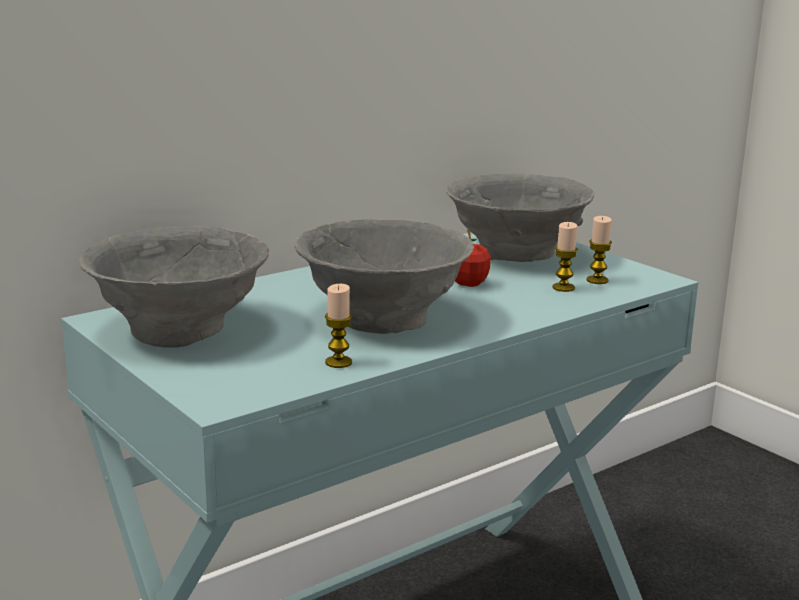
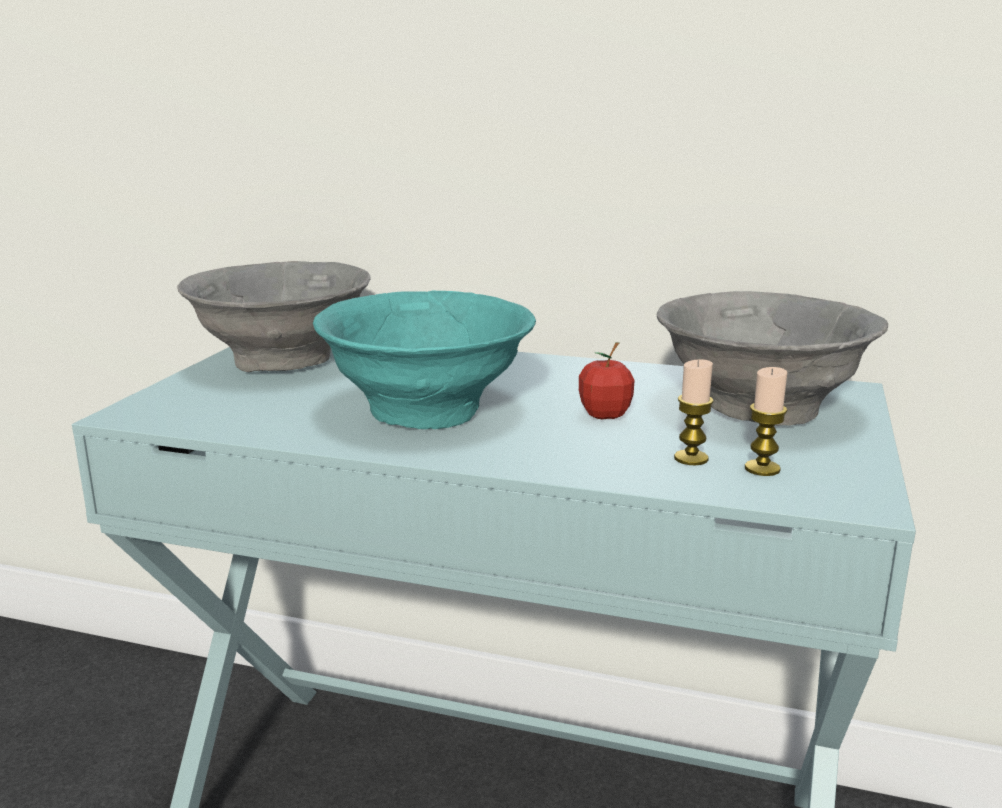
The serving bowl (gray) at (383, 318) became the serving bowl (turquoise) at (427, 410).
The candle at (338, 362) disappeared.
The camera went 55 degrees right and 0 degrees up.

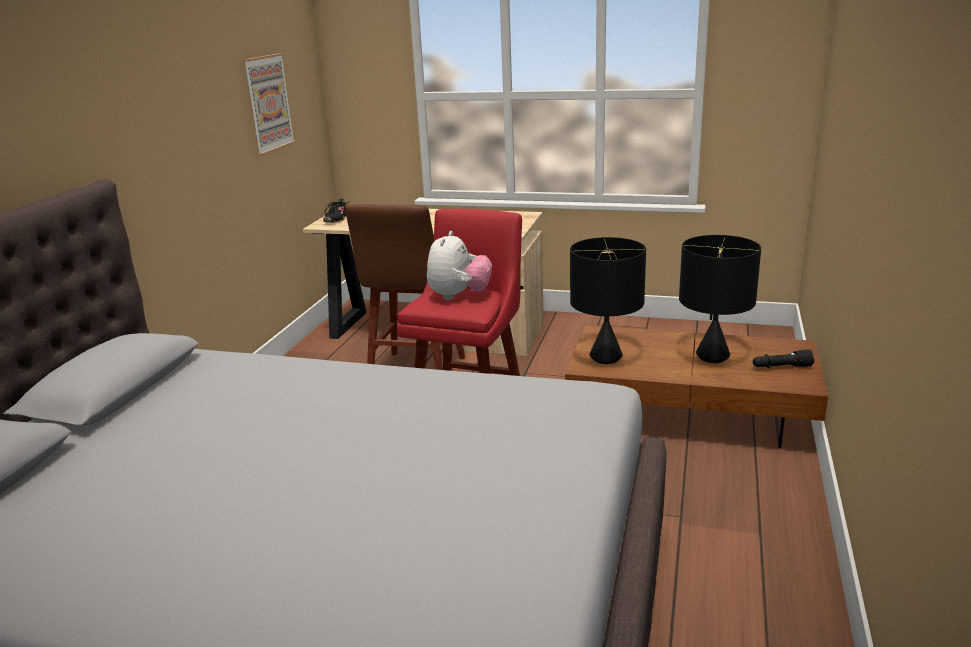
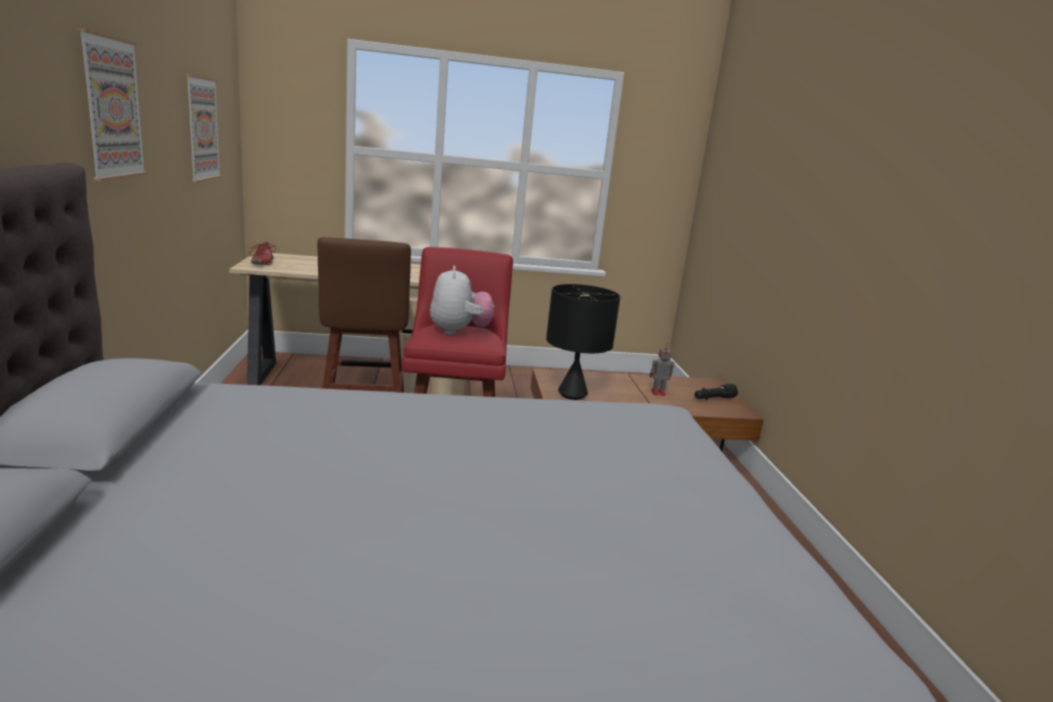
The low shoe (blackish) at (336, 219) became the low shoe (red-coloured) at (262, 262).
The table lamp (blackish) at (712, 357) was replaced by the model robot at (657, 392).
The wall art at (112, 108) appeared.
The camera went 25 degrees left and 5 degrees down.

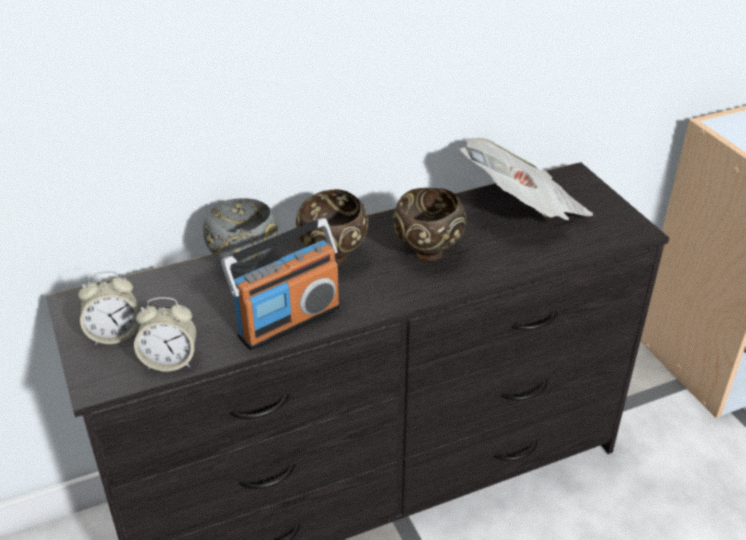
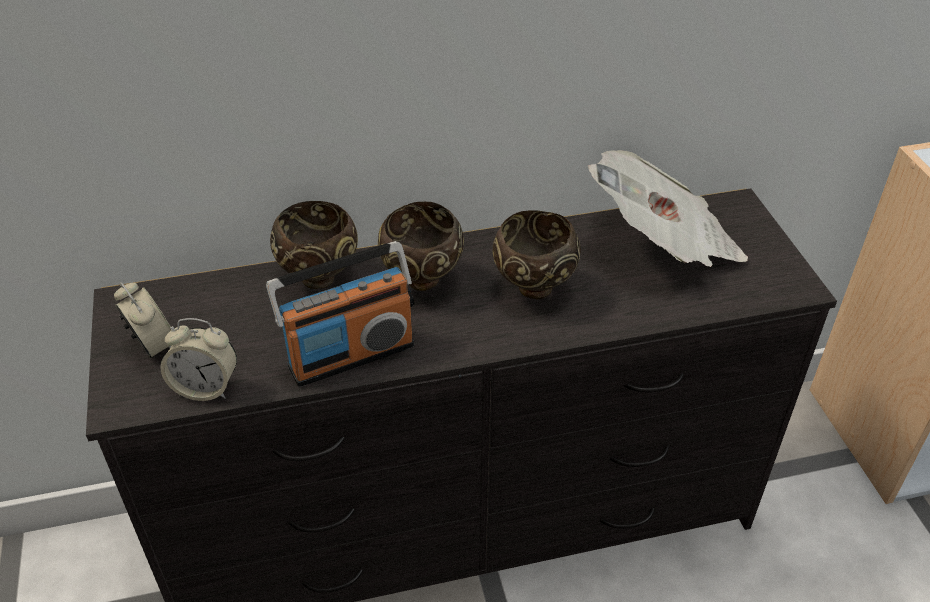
The serving bowl (gray) at (245, 265) became the serving bowl (brown) at (320, 278).
The table clock at (114, 334) turned 120 degrees counterclockwise.
The camera went 10 degrees right and 5 degrees up.

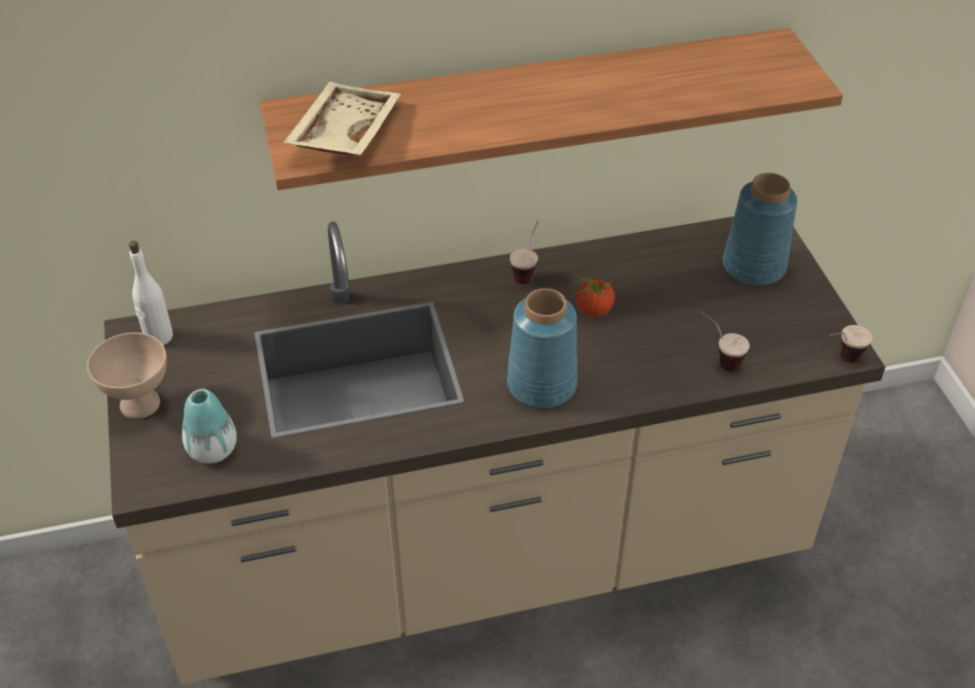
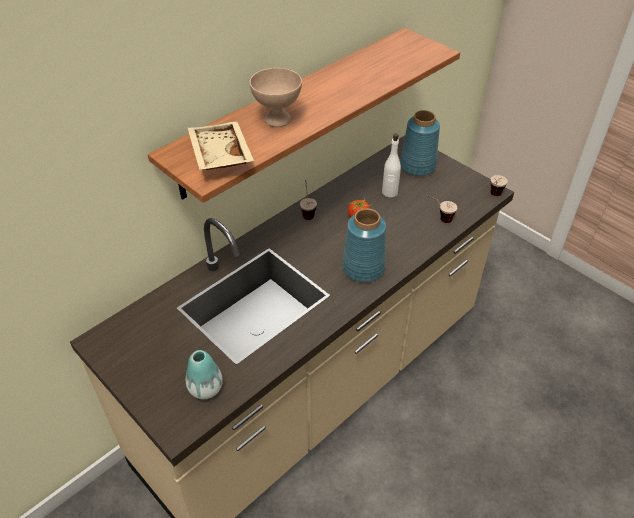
The bottle (whitish) moved from (158, 337) to (389, 192).
The serving bowl (beige-coloured) moved from (141, 404) to (278, 119).
The camera went 30 degrees left and 0 degrees up.

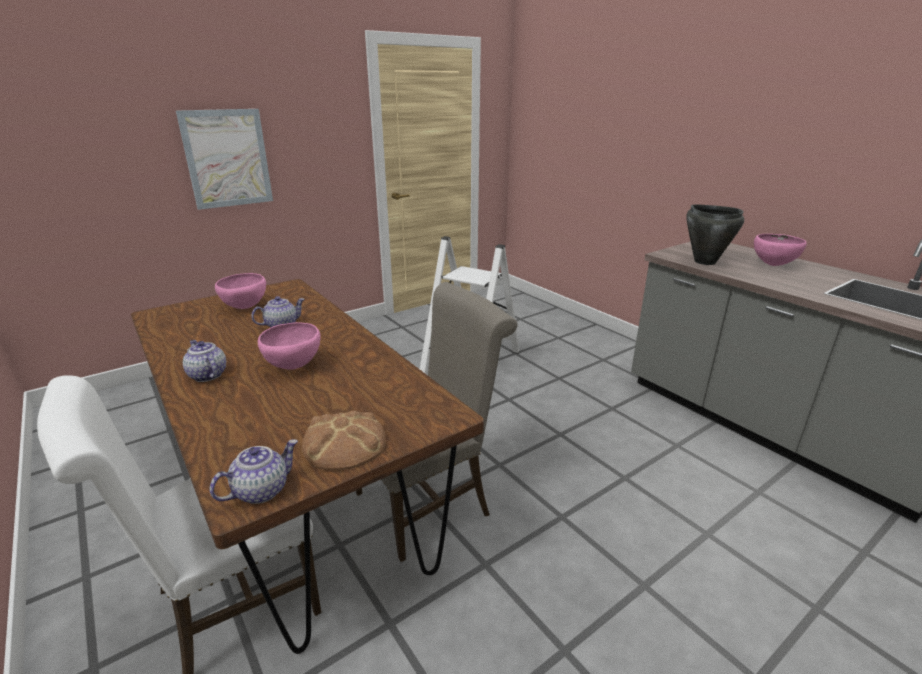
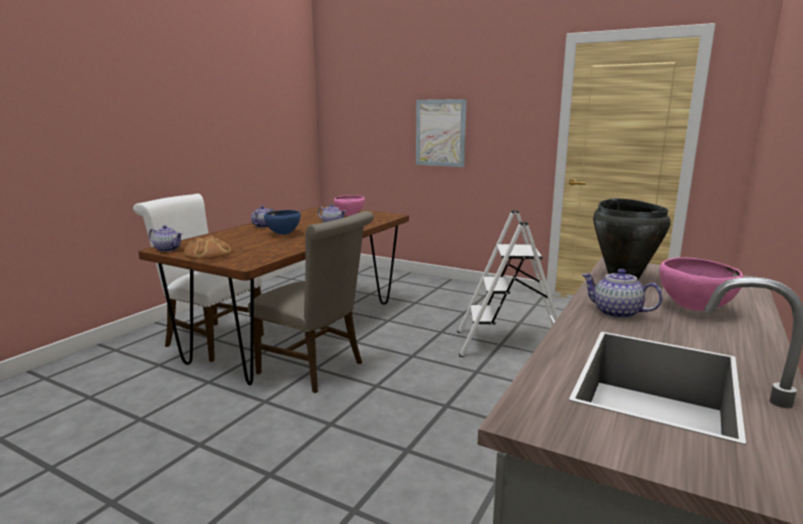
The serving bowl (pinkish) at (294, 366) became the serving bowl (bluish) at (283, 234).
The pot for tea at (616, 313) appeared.
The camera went 65 degrees right and 10 degrees down.

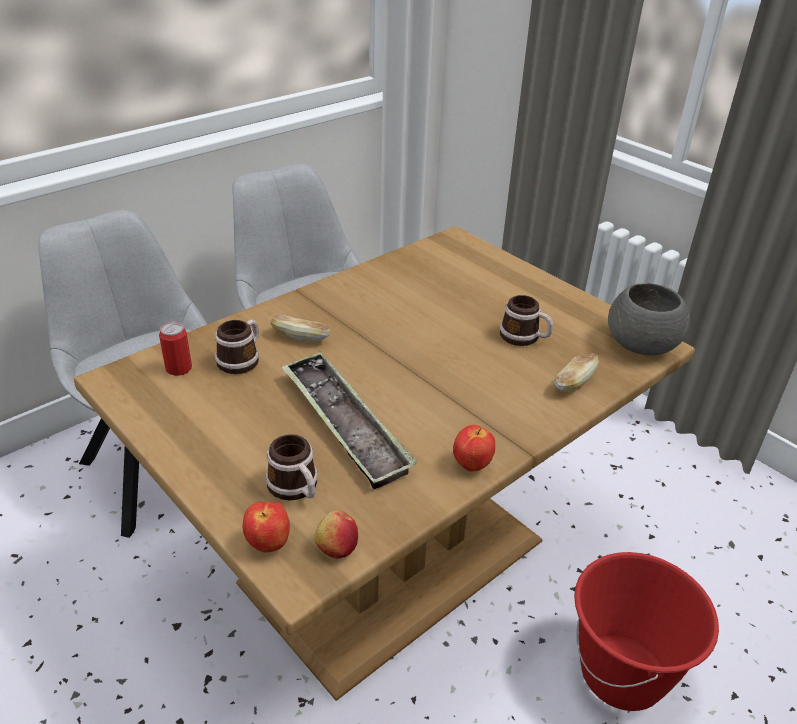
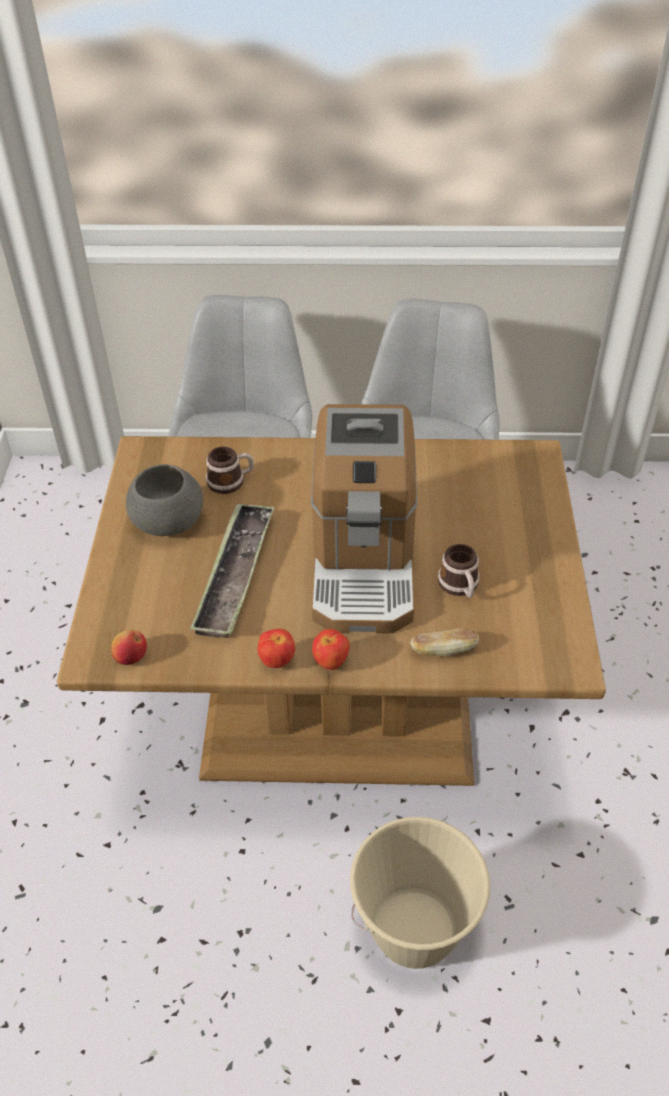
The serving bowl (gray) moved from (641, 345) to (166, 522).
The bread at (300, 337) disappeared.
The can at (179, 368) disappeared.
The tea mug at (296, 488) disappeared.
The whole apple moved from (269, 544) to (331, 662).
The pail (red-coloured) at (622, 674) became the pail (beige-coloured) at (415, 929).
The coffee maker at (363, 563) appeared.
The camera went 45 degrees right and 10 degrees up.

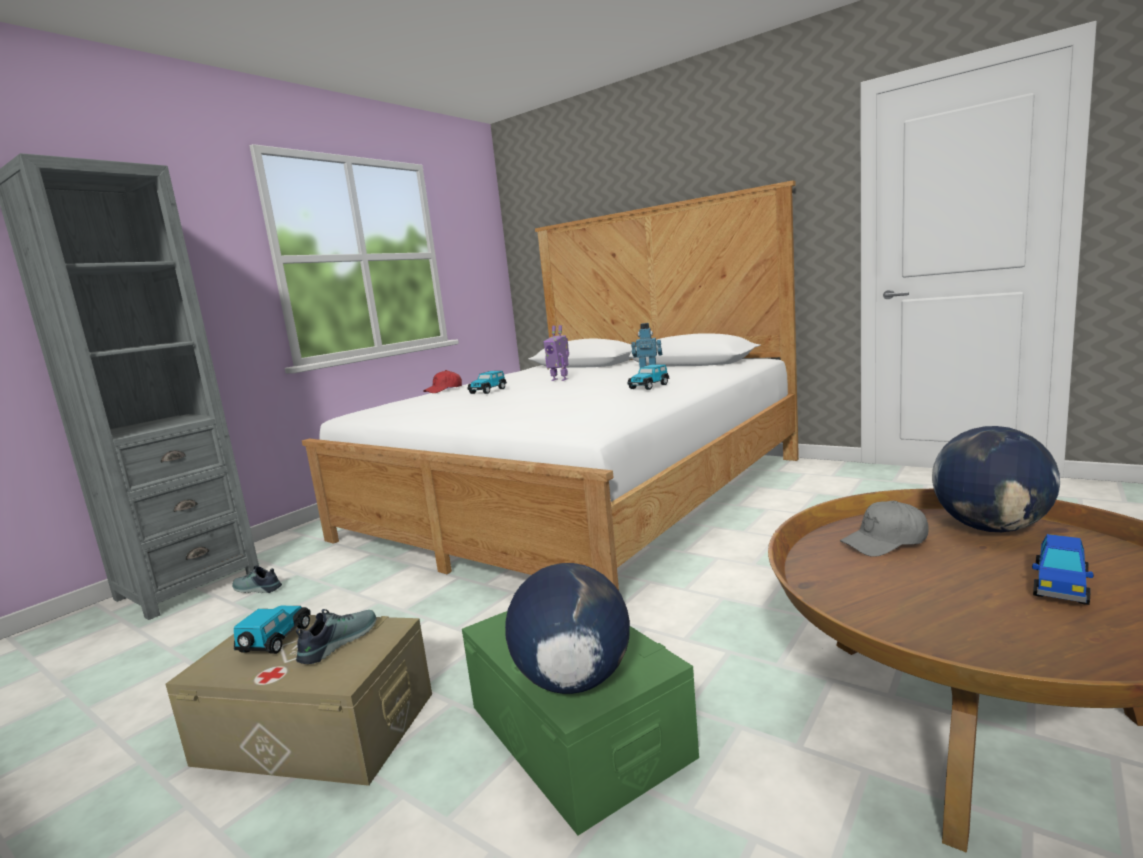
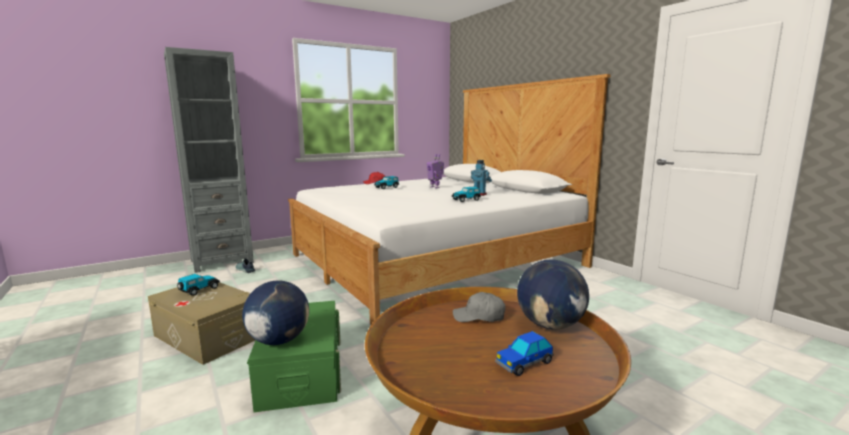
The low shoe at (337, 642) disappeared.
The camera went 20 degrees right and 0 degrees up.

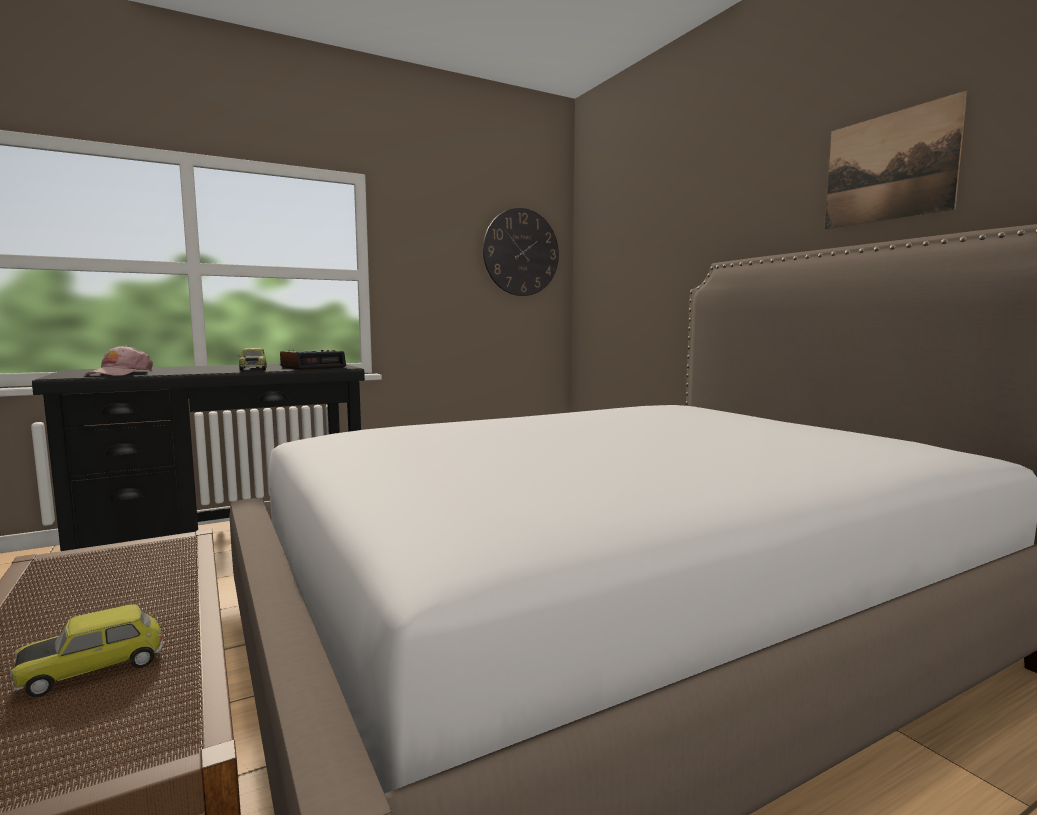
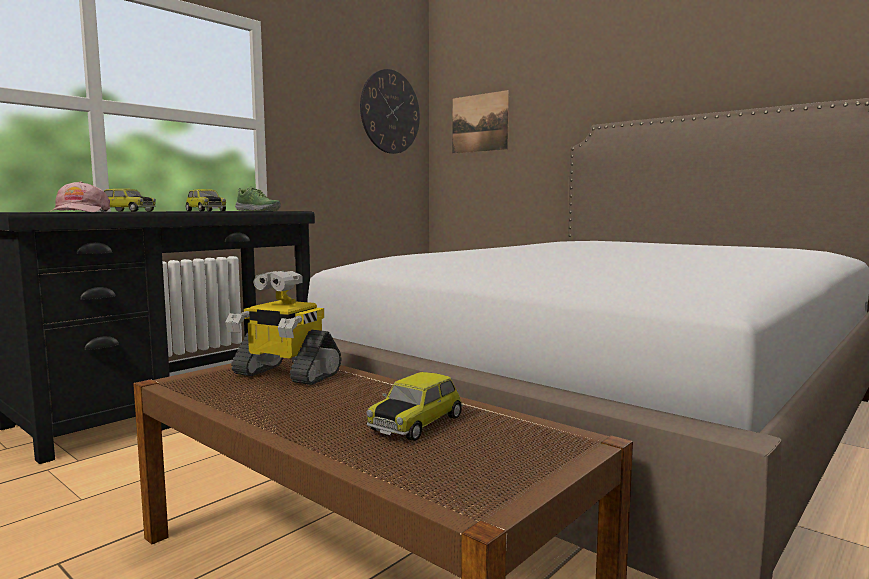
The wall art moved from (889, 167) to (480, 123).
The table clock at (313, 367) was replaced by the low shoe at (258, 211).
The miniature car at (126, 211) appeared.
The model robot at (285, 374) appeared.
The camera went 20 degrees left and 0 degrees up.

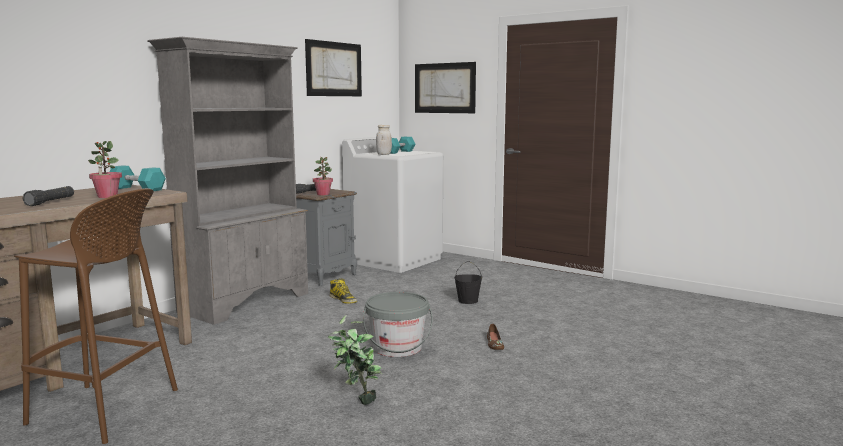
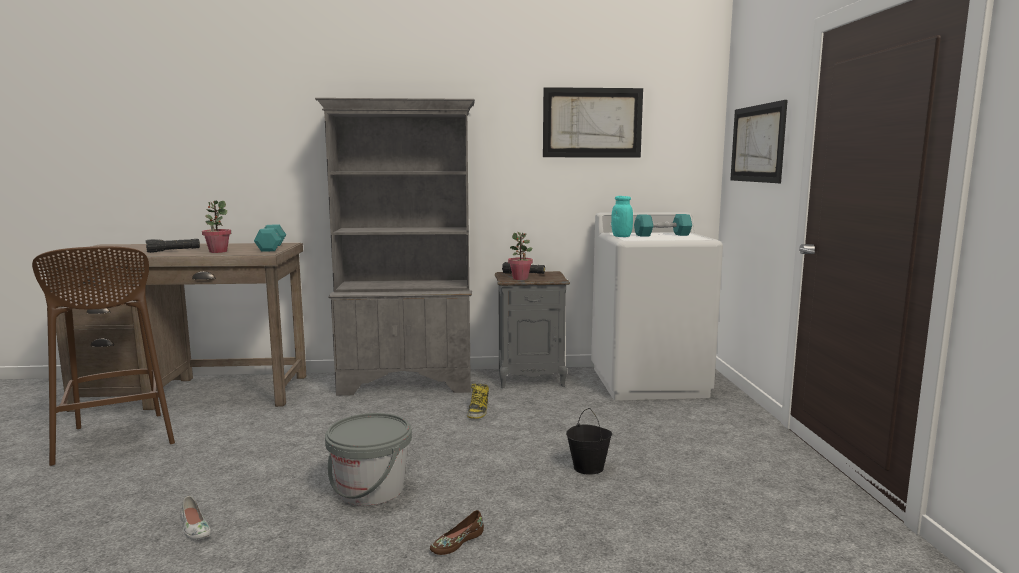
The jar (whitish) at (384, 154) became the jar (turquoise) at (621, 236).
The potted plant at (357, 402) was replaced by the low shoe (whitish) at (194, 528).
The camera went 50 degrees right and 0 degrees up.

